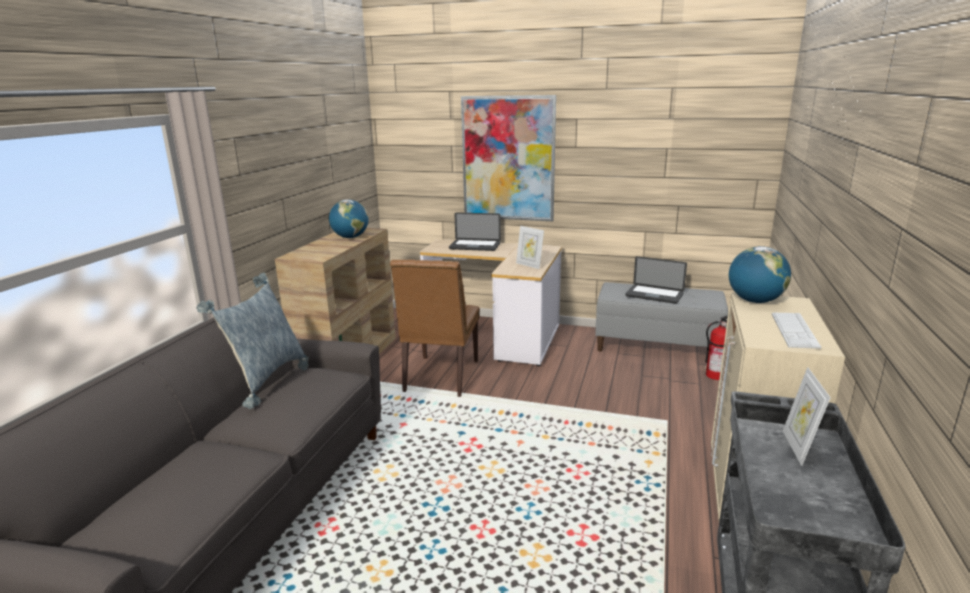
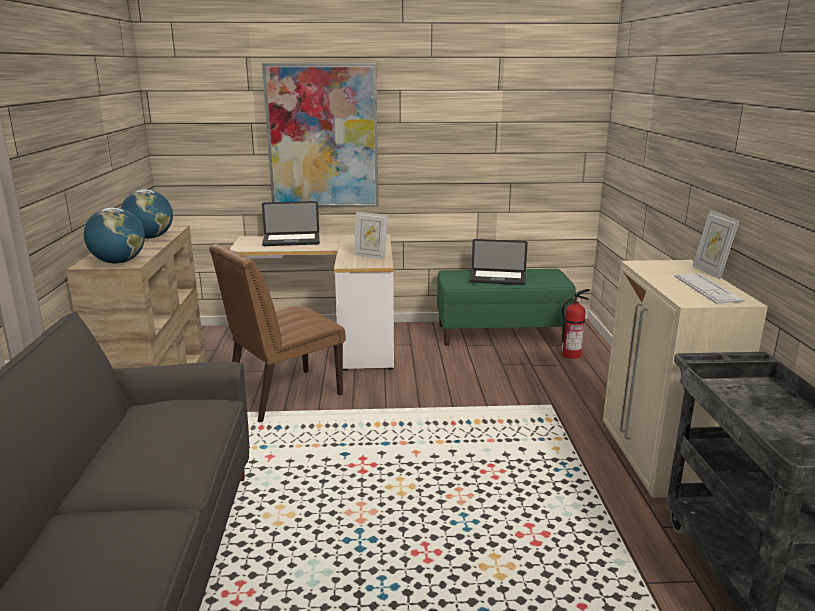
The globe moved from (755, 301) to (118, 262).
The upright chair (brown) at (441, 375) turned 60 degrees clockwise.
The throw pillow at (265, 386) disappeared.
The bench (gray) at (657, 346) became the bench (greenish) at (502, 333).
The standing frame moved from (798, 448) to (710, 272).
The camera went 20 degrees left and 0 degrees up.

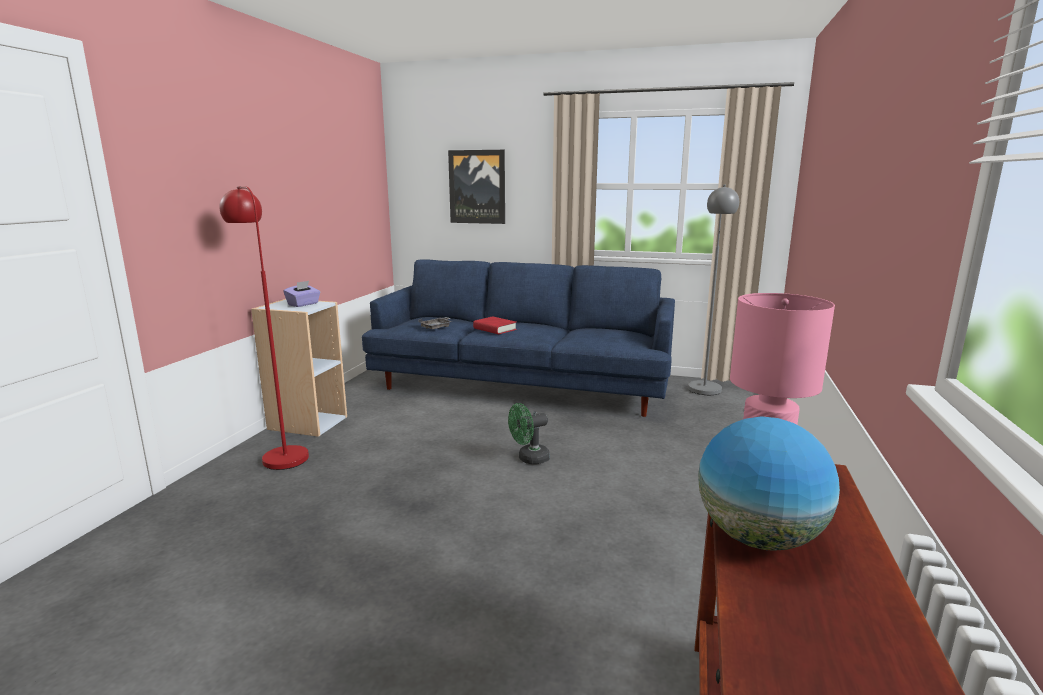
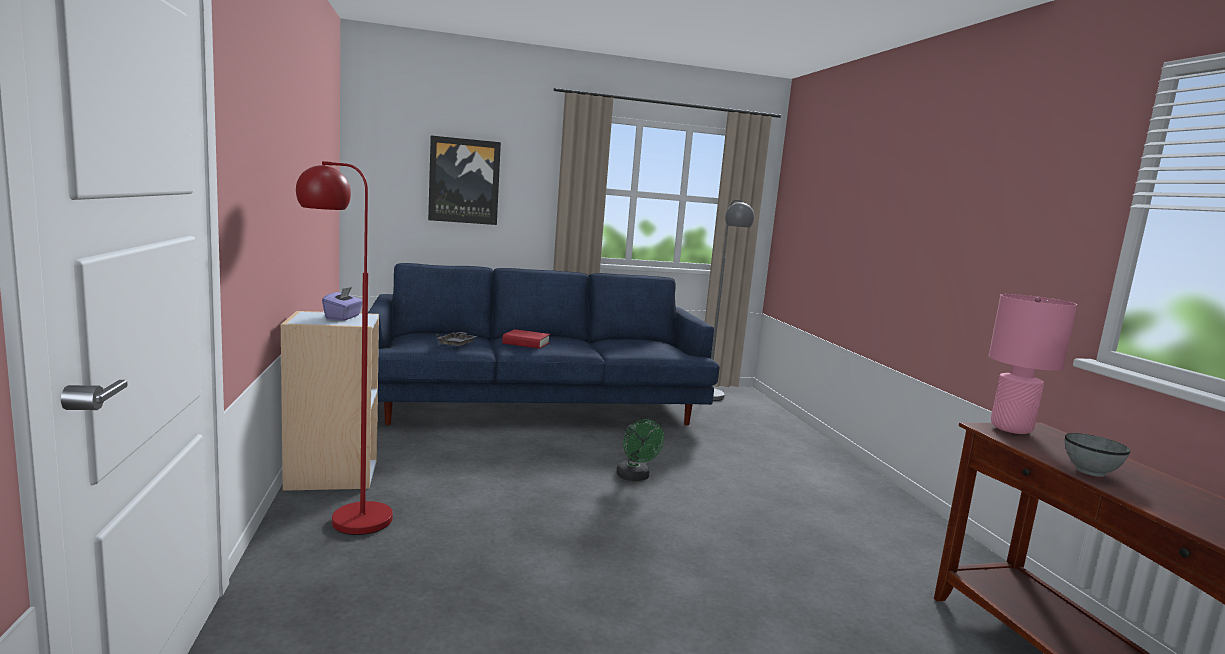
The electric fan (greenish) at (529, 459) turned 60 degrees counterclockwise.
The globe at (758, 538) was replaced by the serving bowl (gray) at (1089, 471).
The camera went 30 degrees left and 5 degrees down.

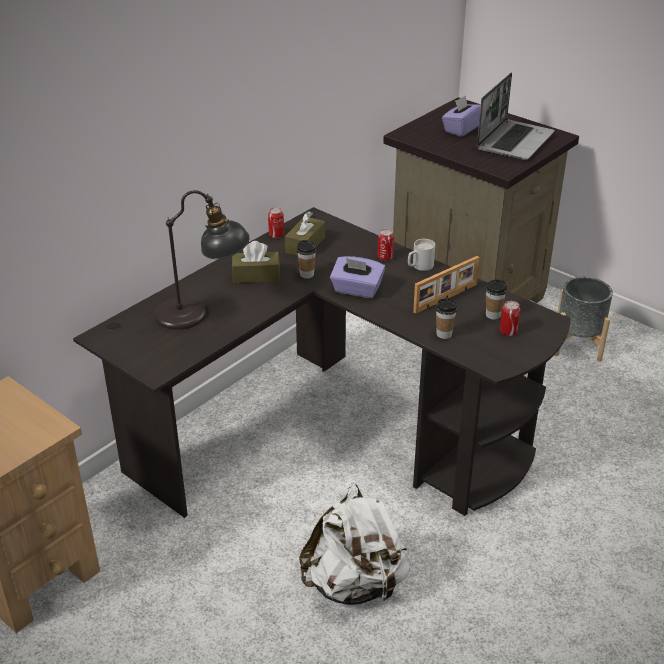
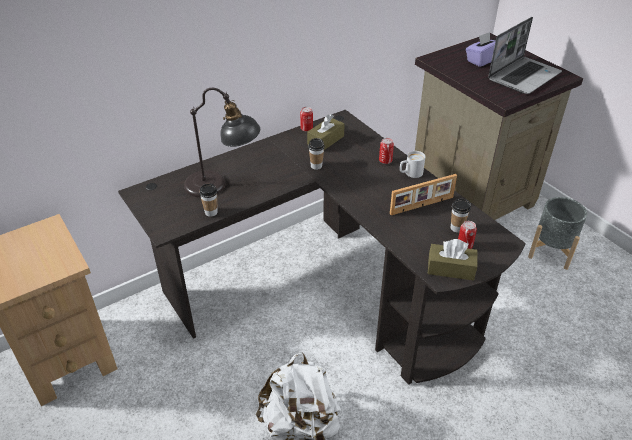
The tissue holder (brown) moved from (256, 276) to (451, 269).
The tissue holder (purplish) at (356, 290) disappeared.
The small cup moved from (444, 334) to (211, 212).
The camera went 15 degrees right and 5 degrees up.

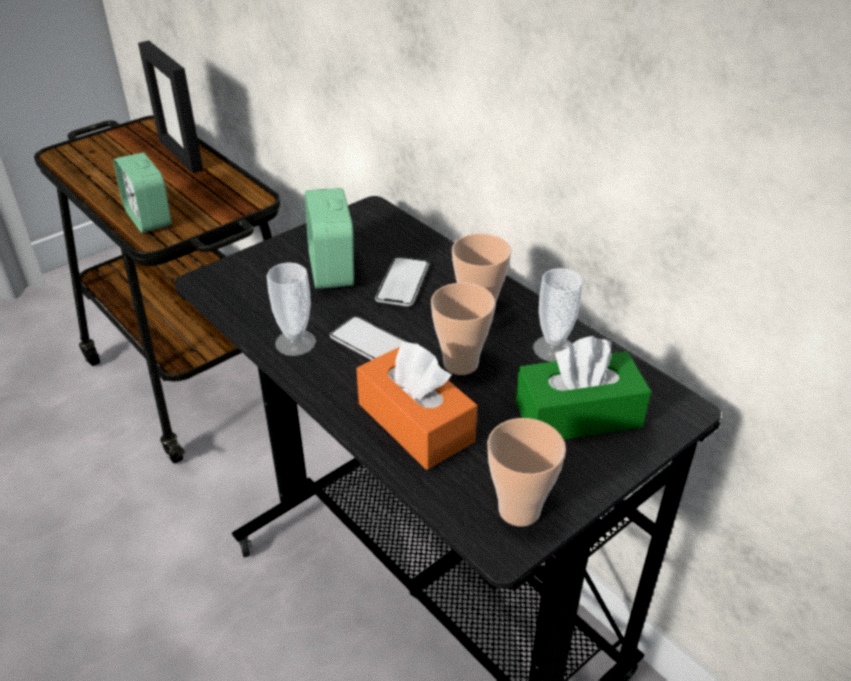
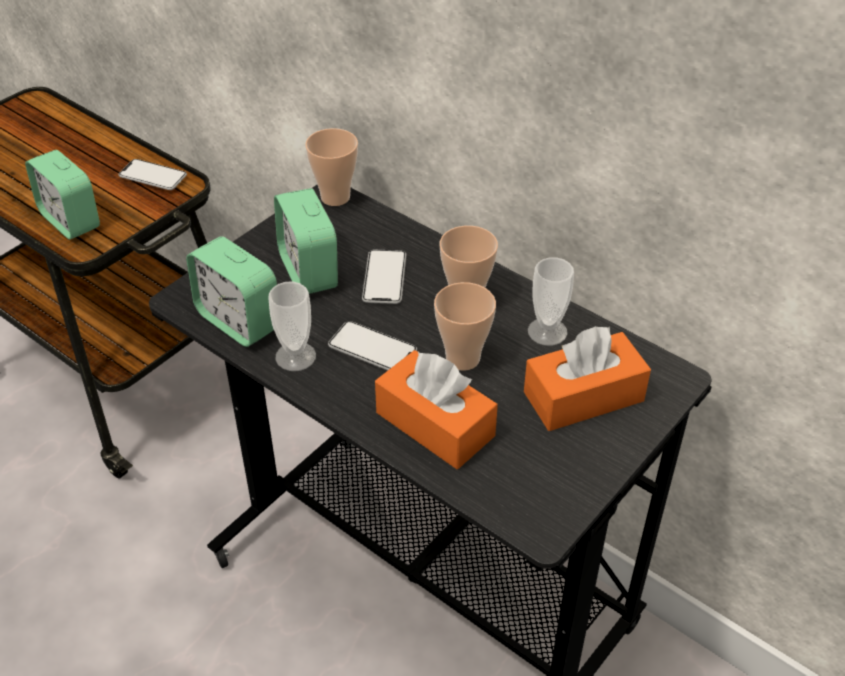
The standing frame at (182, 154) disappeared.
The tissue holder (greenish) at (578, 415) became the tissue holder (orange-coloured) at (583, 396).
The small cup moved from (519, 510) to (335, 197).
The phone at (153, 176) appeared.
The table clock at (238, 321) appeared.
The camera went 10 degrees left and 5 degrees up.

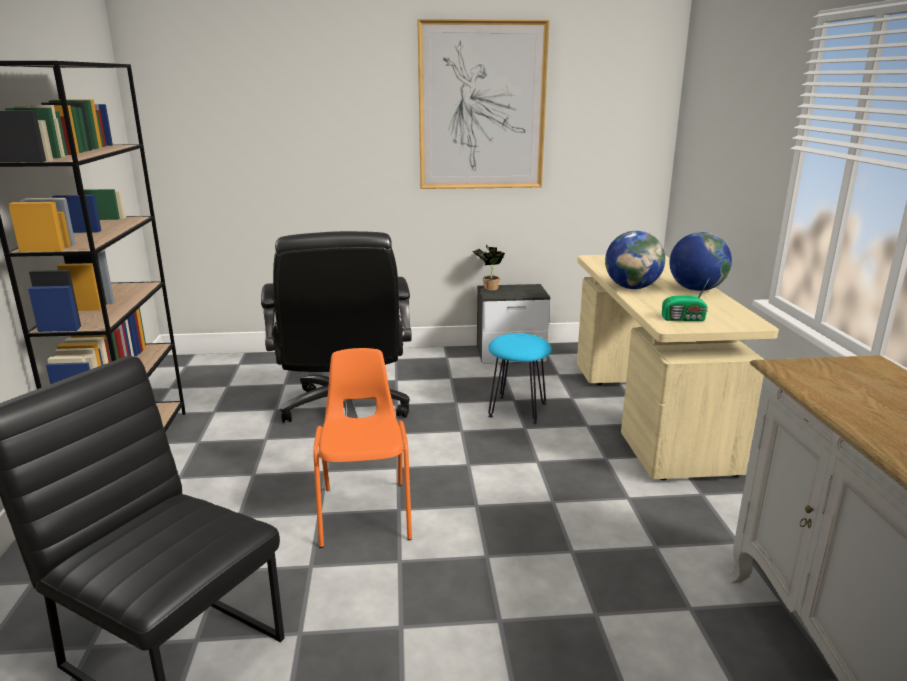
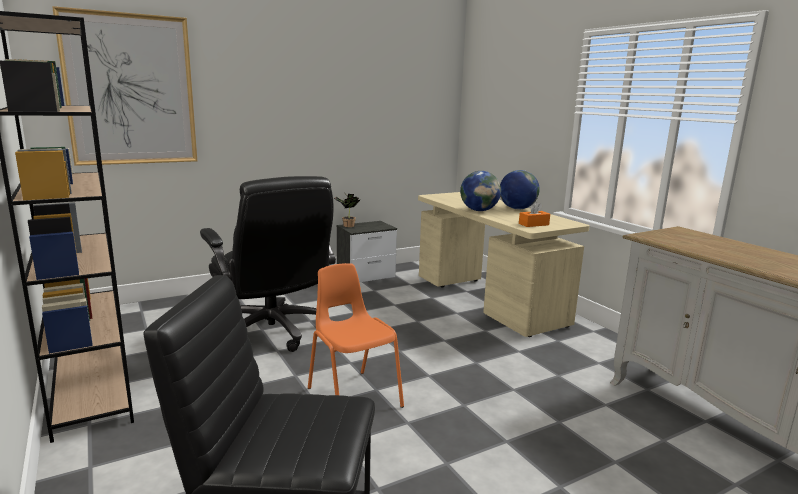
The wall art moved from (482, 107) to (131, 90).
The radio receiver at (684, 319) was replaced by the tissue holder (orange-coloured) at (533, 224).
The stool (turquoise) at (517, 409) disappeared.
The camera went 25 degrees left and 5 degrees down.

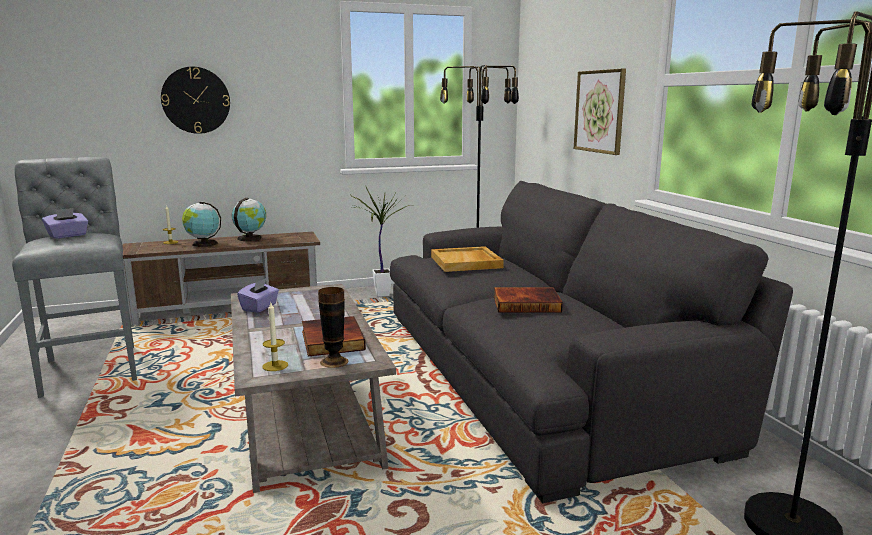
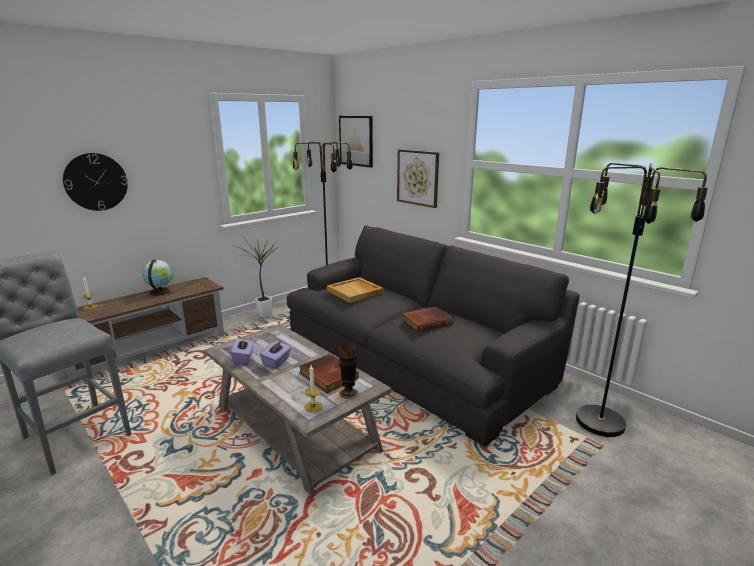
The globe at (203, 244) disappeared.
The tissue holder (purplish) moved from (68, 235) to (276, 362).
The wall art at (356, 141) appeared.
The camera went 25 degrees left and 5 degrees up.

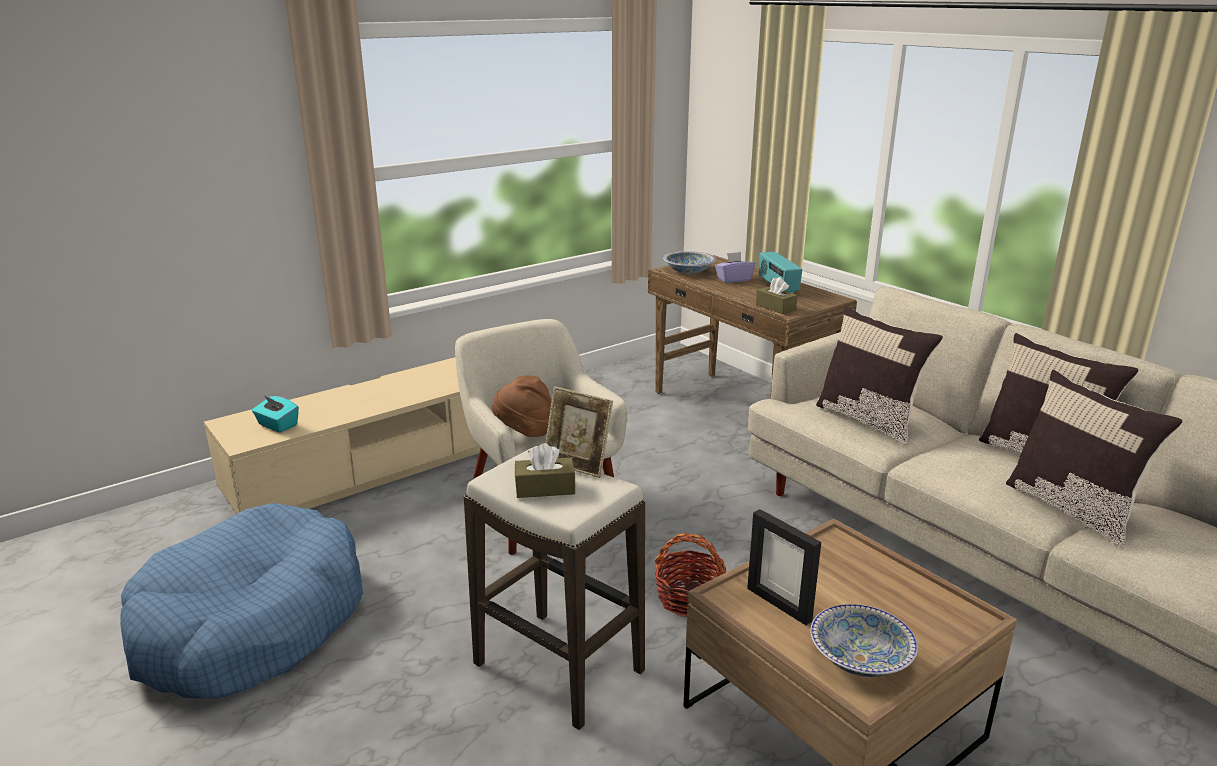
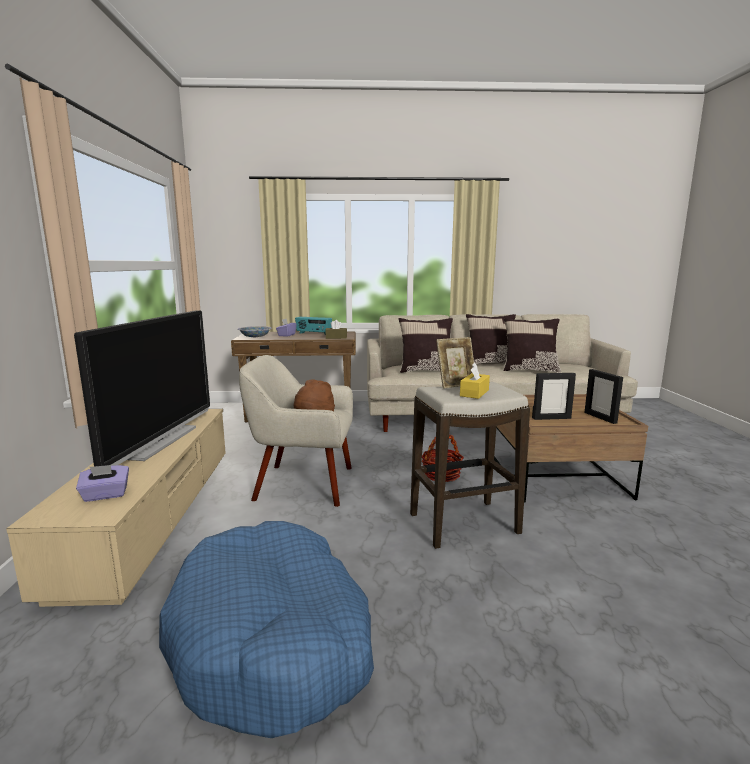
The tissue holder (turquoise) at (277, 425) became the tissue holder (purplish) at (105, 495).
The tissue holder (brown) at (545, 488) became the tissue holder (yellow) at (474, 393).
The serving bowl at (860, 659) was replaced by the standing frame at (601, 417).
The TV at (159, 442) appeared.
The camera went 55 degrees left and 10 degrees down.

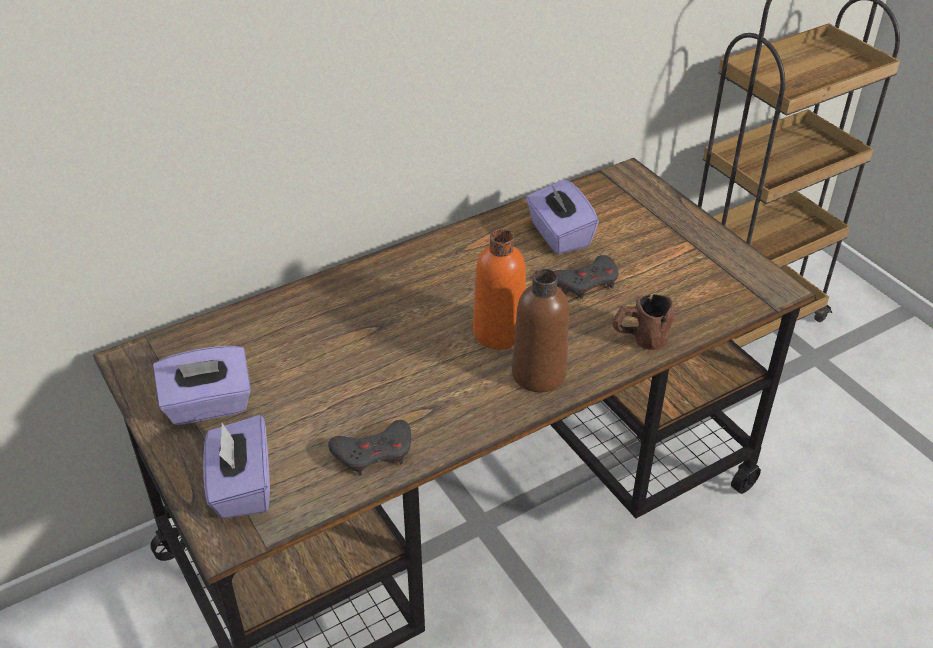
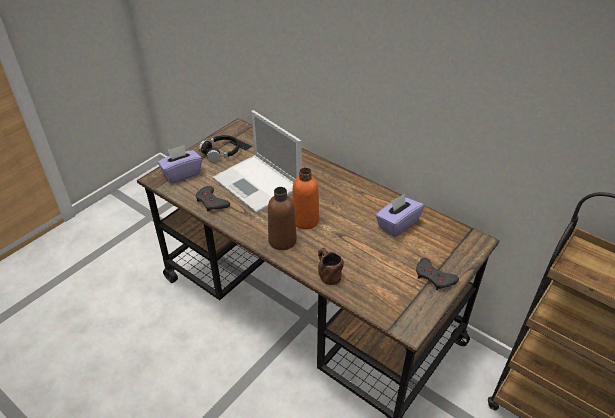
The joypad (gray) moved from (586, 282) to (434, 277).
The tissue holder (purplish) at (208, 405) was replaced by the pair of headphones (blackish) at (221, 152).
The laptop at (258, 184) appeared.
The camera went 70 degrees right and 0 degrees up.

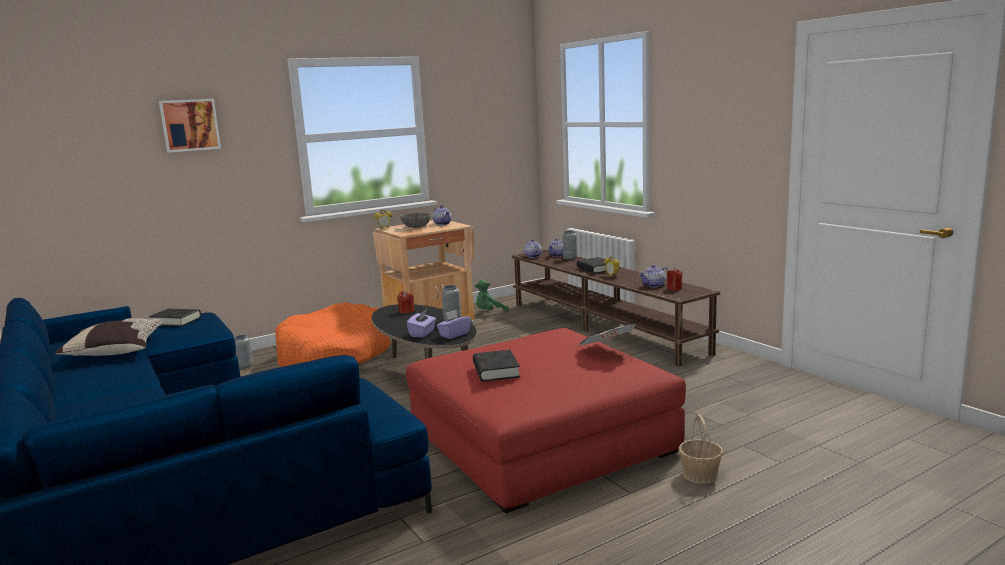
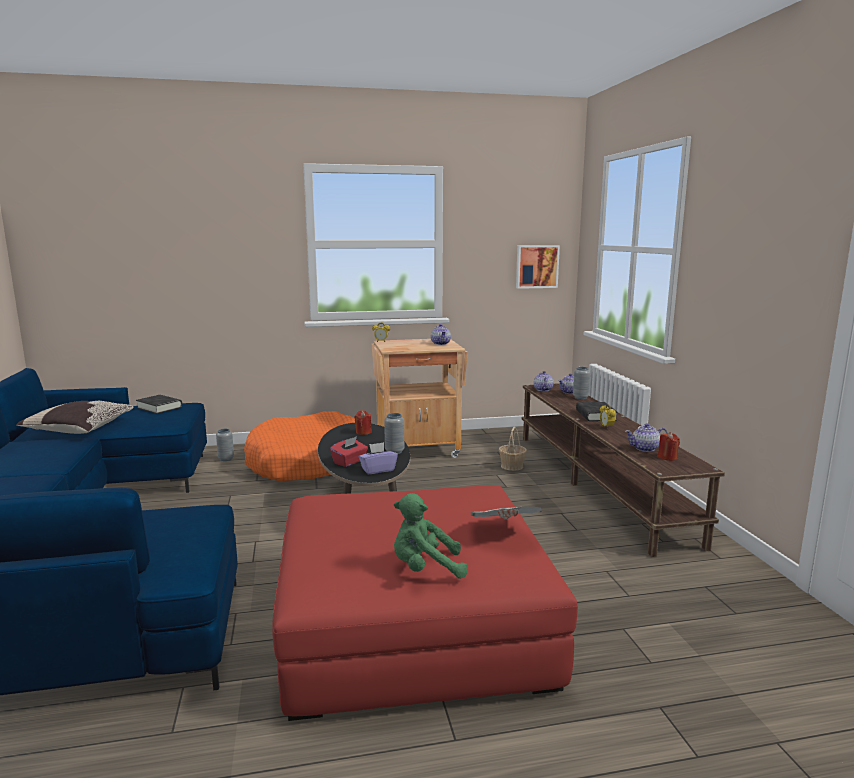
The wall art moved from (190, 125) to (536, 266).
The serving bowl (gray) at (416, 227) disappeared.
The plush toy (greenish) moved from (489, 312) to (425, 568).
The tissue holder (purplish) at (422, 333) became the tissue holder (red-coloured) at (349, 462).
The book (blackish) at (496, 370) disappeared.
The household basket moved from (700, 474) to (511, 466).
The camera went 20 degrees right and 0 degrees up.

